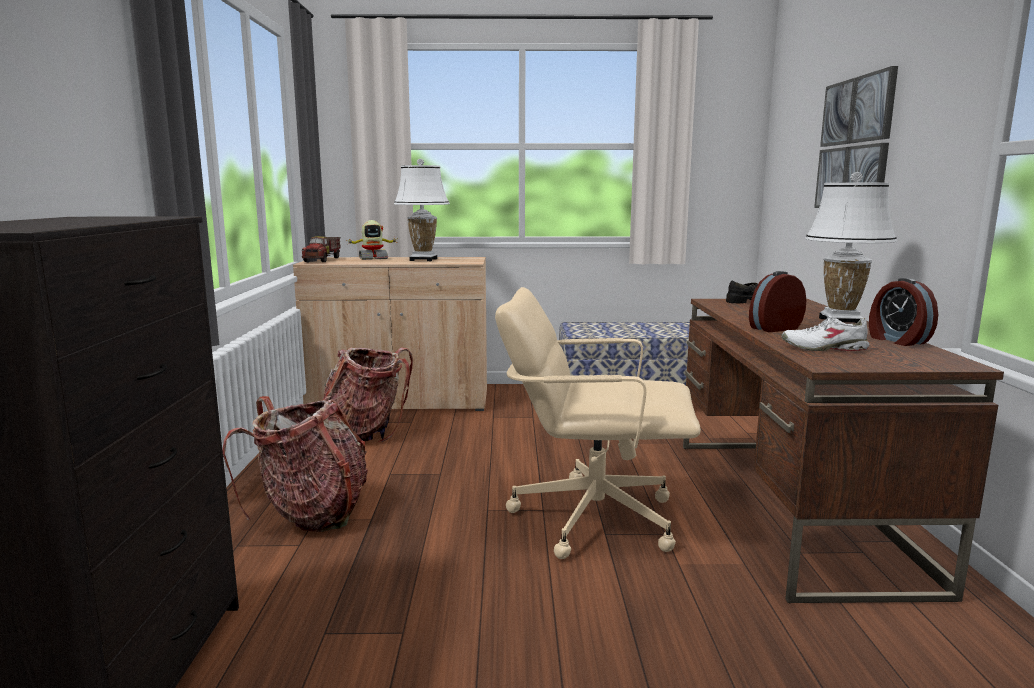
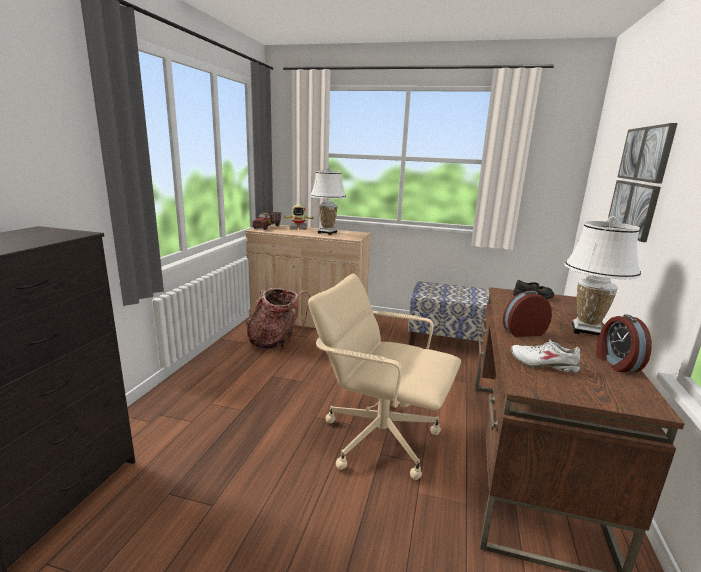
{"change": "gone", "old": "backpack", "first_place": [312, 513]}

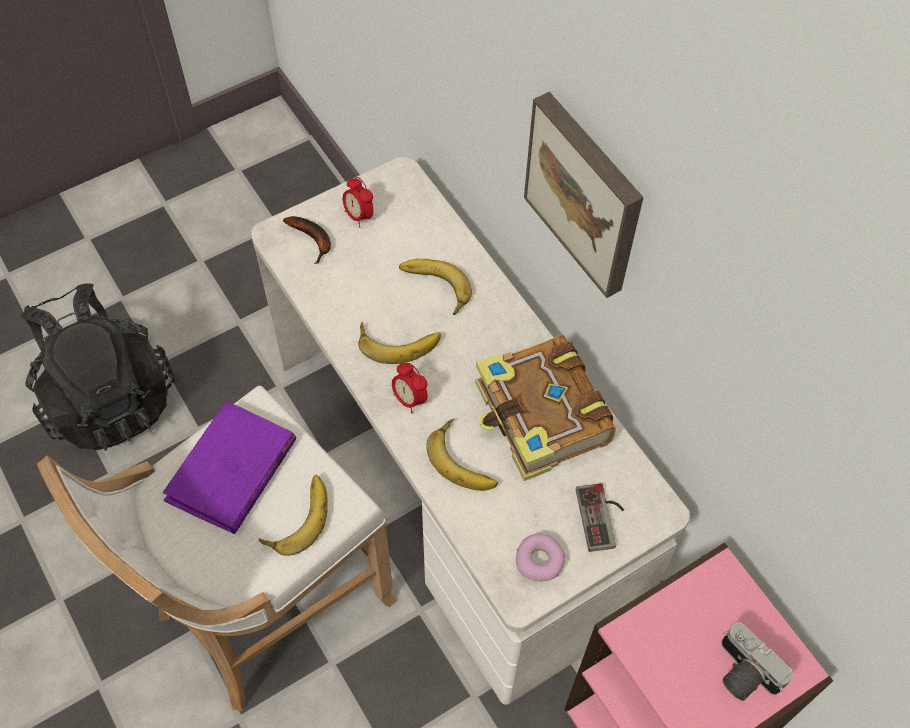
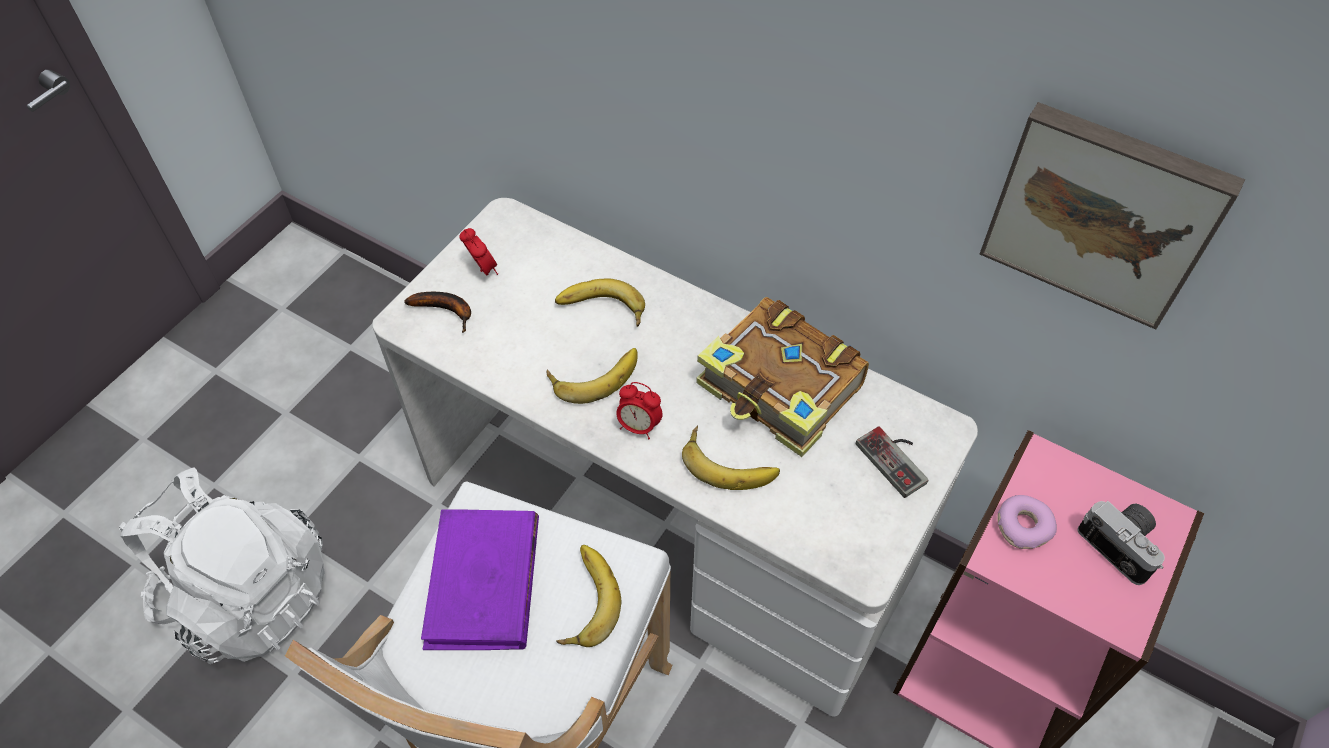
{"change": "repainted", "old": "black_backpack", "new": "white_backpack", "first_place": [108, 397], "second_place": [249, 594]}
{"change": "rotated", "old": "alarm_clock", "first_place": [359, 216], "second_place": [483, 270], "degrees": -150}
{"change": "shifted", "old": "donut", "first_place": [539, 560], "second_place": [1023, 526]}
{"change": "shifted", "old": "picture", "first_place": [586, 193], "second_place": [1103, 212]}
{"change": "rotated", "old": "photo_camera", "first_place": [742, 673], "second_place": [1122, 545], "degrees": -150}

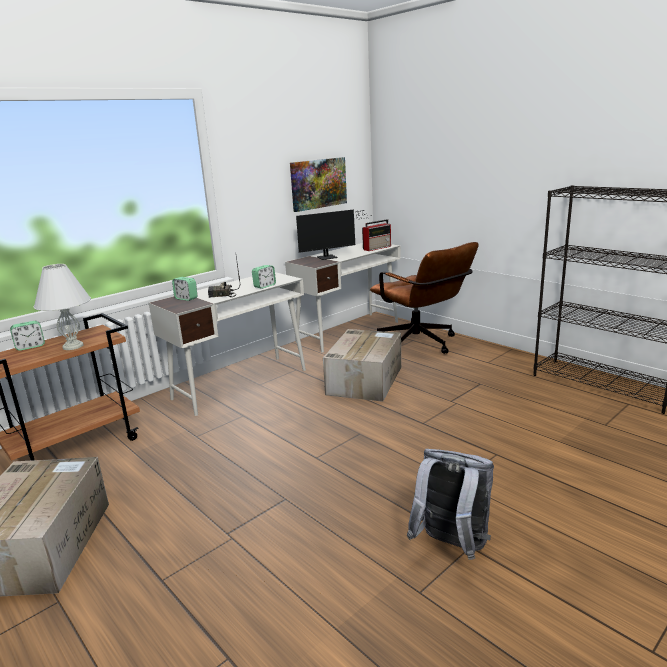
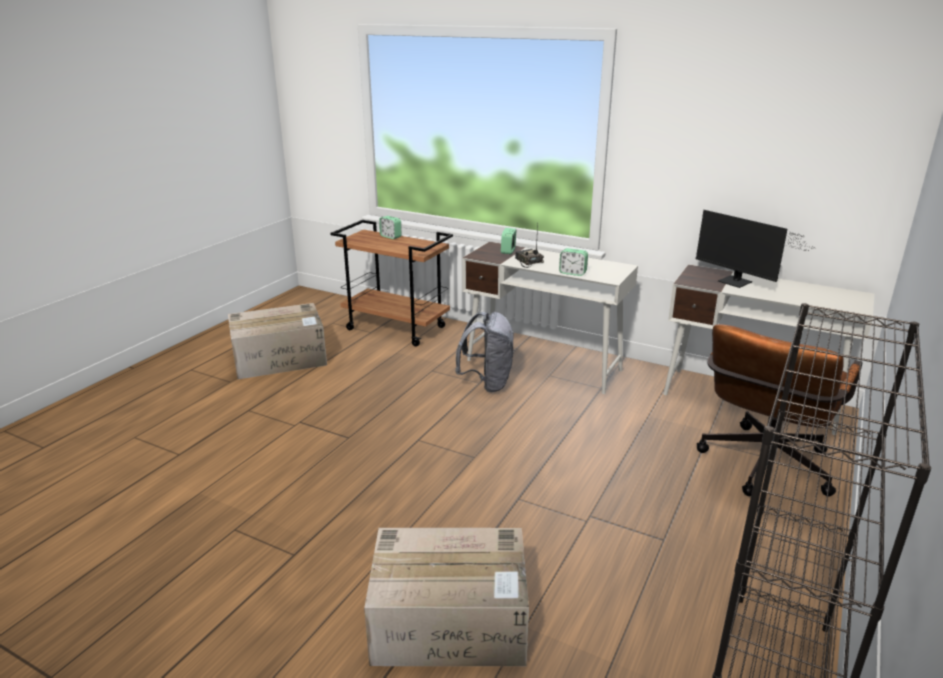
{"change": "gone", "old": "white_table_lamp", "first_place": [72, 346]}
{"change": "gone", "old": "picture", "first_place": [318, 183]}
{"change": "shifted", "old": "cardboard_box", "first_place": [365, 380], "second_place": [452, 620]}
{"change": "gone", "old": "radio", "first_place": [377, 248]}
{"change": "shifted", "old": "grey_backpack", "first_place": [451, 546], "second_place": [487, 383]}

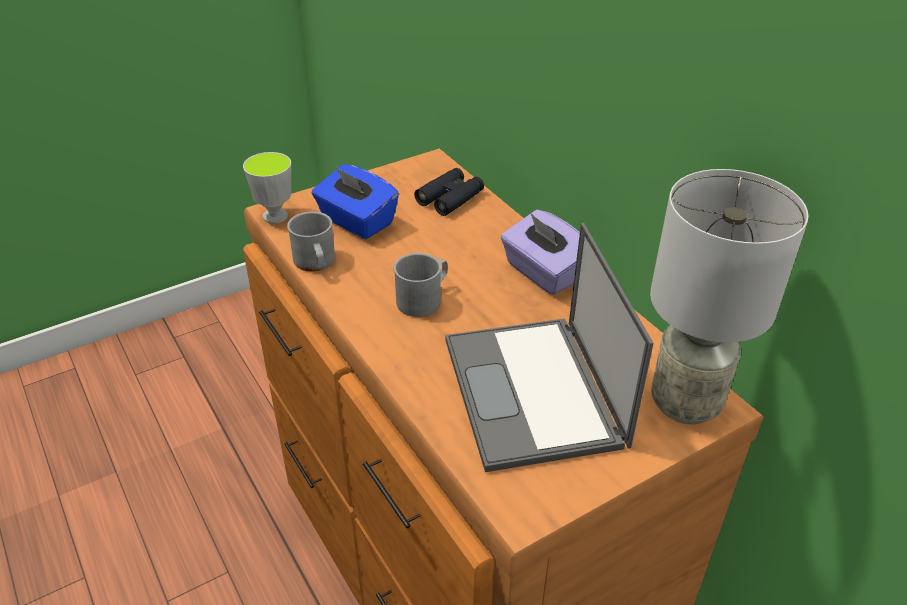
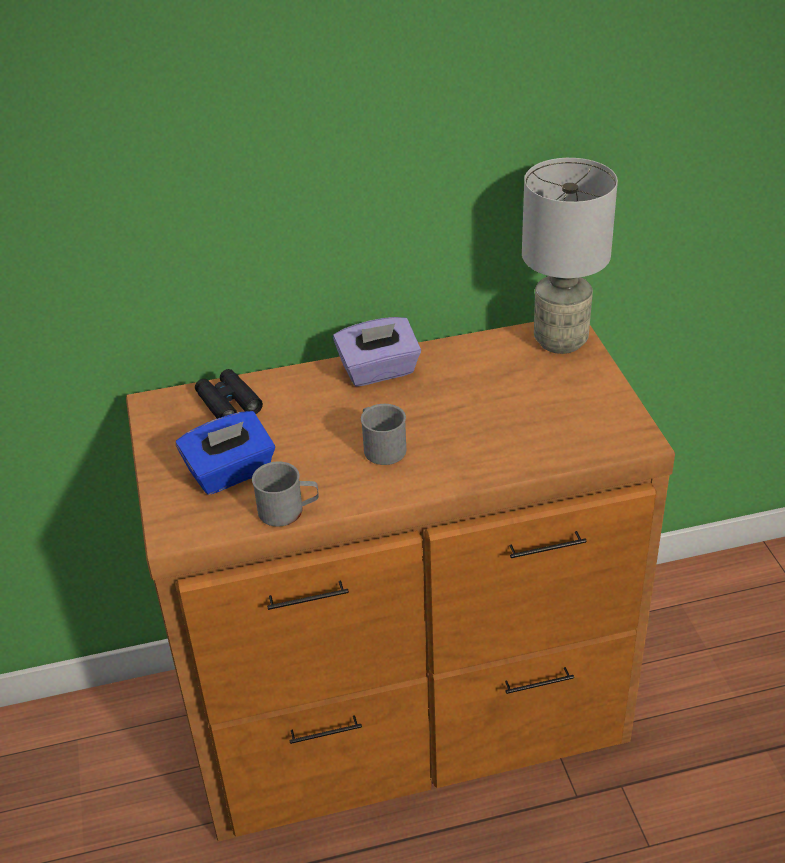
{"change": "gone", "old": "cup", "first_place": [275, 216]}
{"change": "gone", "old": "laptop", "first_place": [534, 393]}

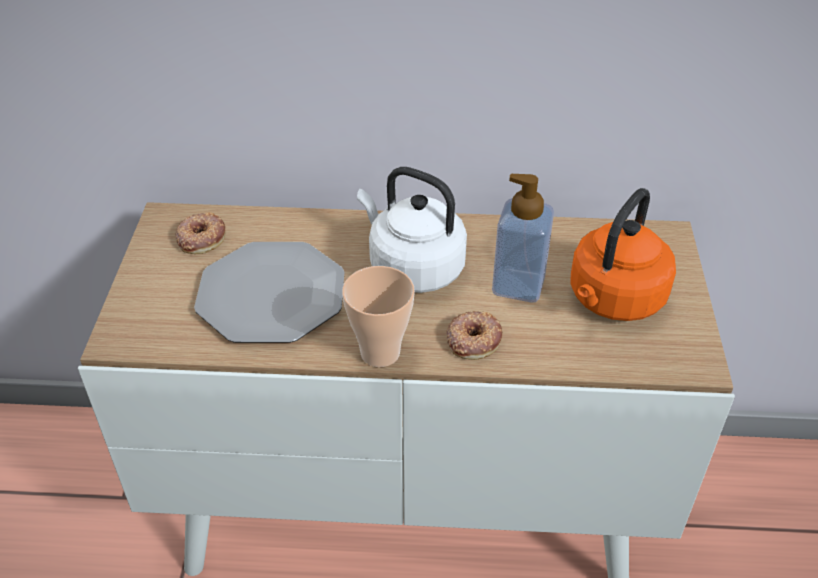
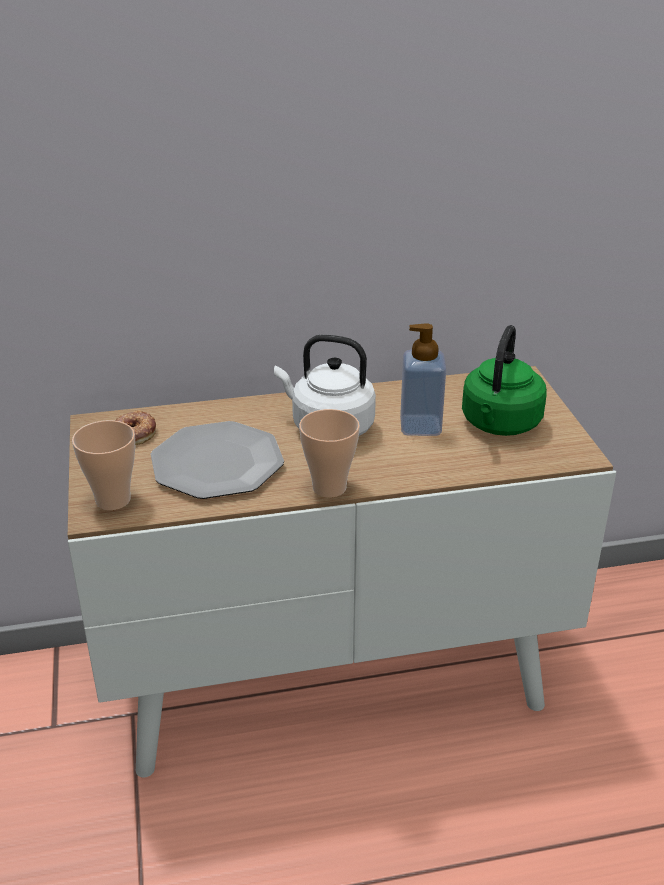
{"change": "gone", "old": "donut", "first_place": [473, 339]}
{"change": "repainted", "old": "orange_kettle", "new": "green_kettle", "first_place": [613, 300], "second_place": [499, 425]}
{"change": "new", "new": "cup", "second_place": [113, 500]}

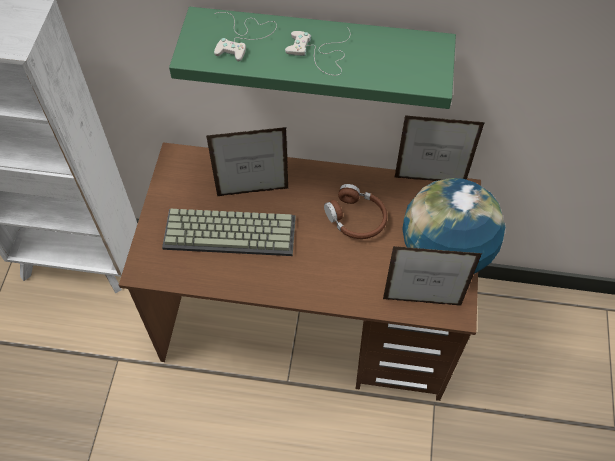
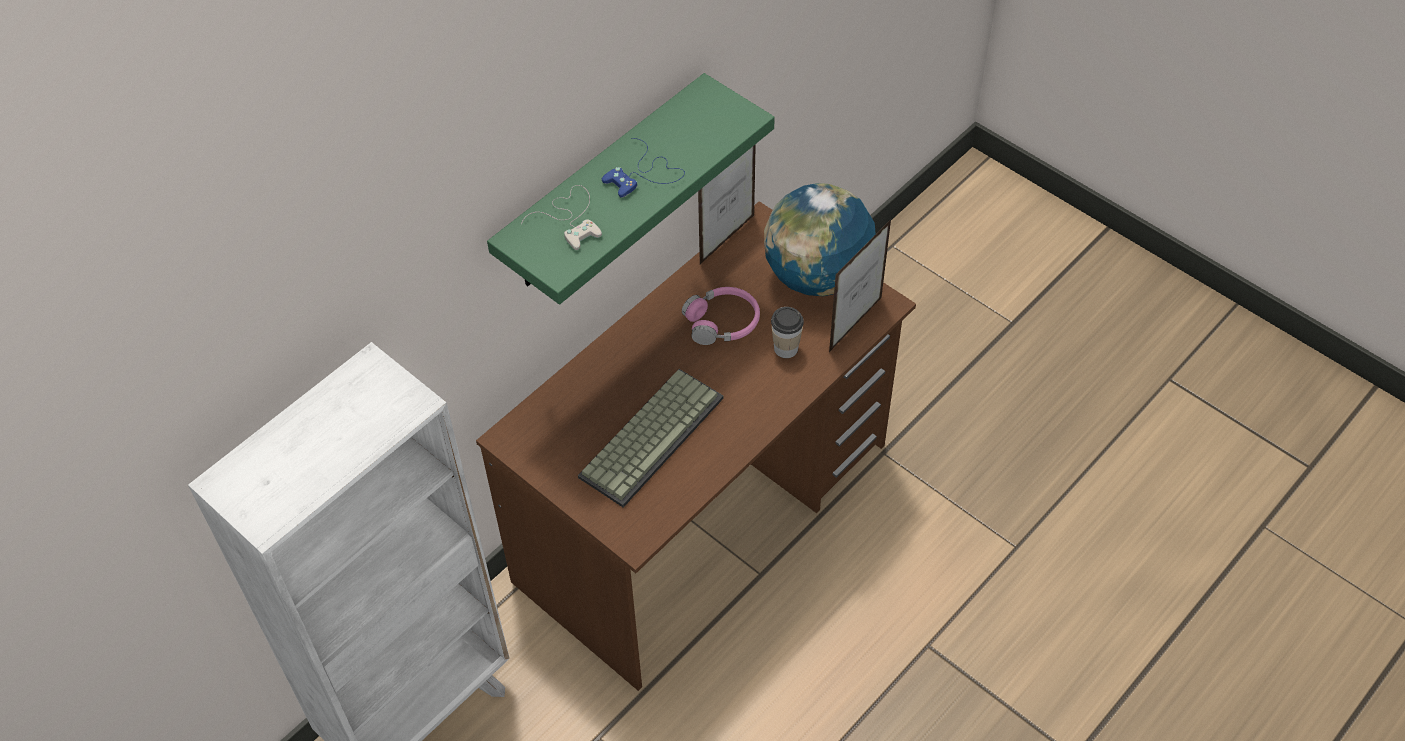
{"change": "gone", "old": "picture_frame", "first_place": [253, 192]}
{"change": "repainted", "old": "white_game_controller", "new": "blue_game_controller", "first_place": [320, 54], "second_place": [644, 174]}
{"change": "repainted", "old": "brown_headphones", "new": "pink_headphones", "first_place": [356, 218], "second_place": [722, 322]}
{"change": "new", "new": "cup", "second_place": [786, 348]}

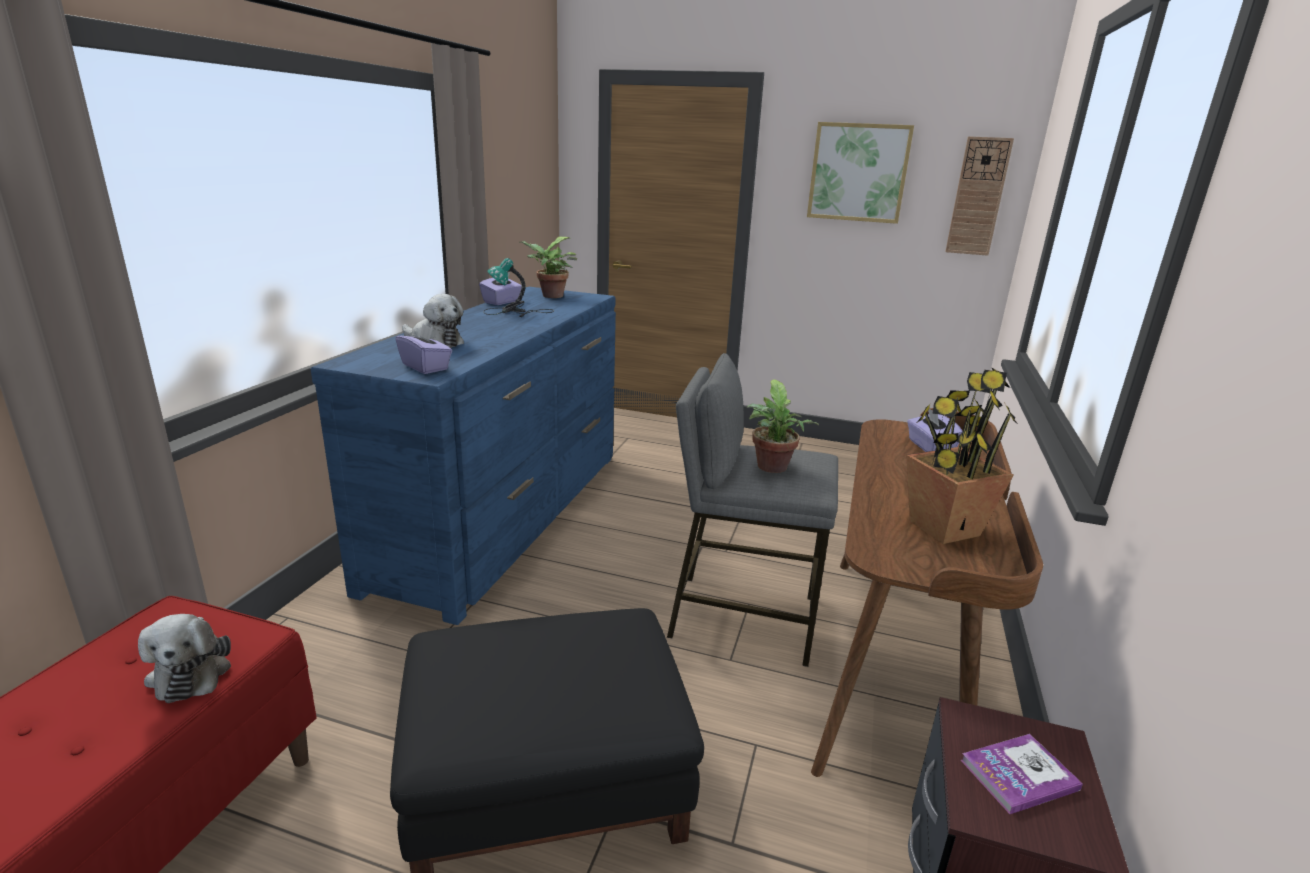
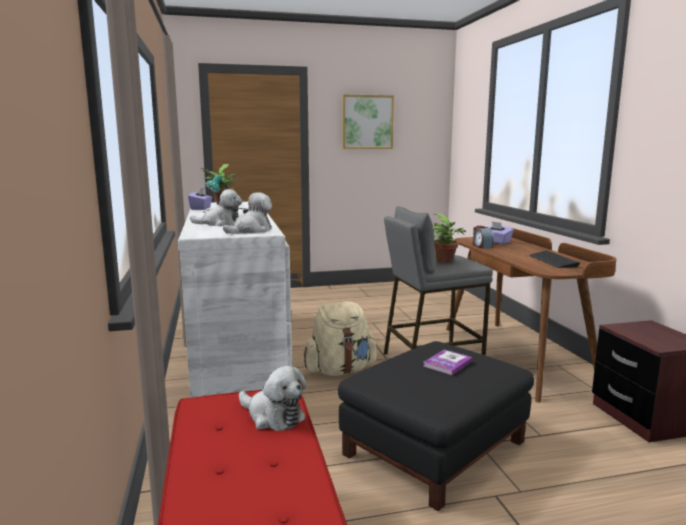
{"change": "repainted", "old": "blue_dresser", "new": "white_dresser", "first_place": [506, 515], "second_place": [237, 355]}
{"change": "swapped", "old": "purple_tissue_box", "new": "plush_toy", "first_place": [426, 367], "second_place": [251, 231]}
{"change": "swapped", "old": "potted_plant", "new": "keyboard", "first_place": [943, 528], "second_place": [552, 261]}
{"change": "gone", "old": "wall_clock", "first_place": [978, 197]}
{"change": "shifted", "old": "book", "first_place": [1019, 775], "second_place": [447, 363]}
{"change": "new", "new": "beige_backpack", "second_place": [340, 370]}
{"change": "new", "new": "alarm_clock", "second_place": [481, 246]}

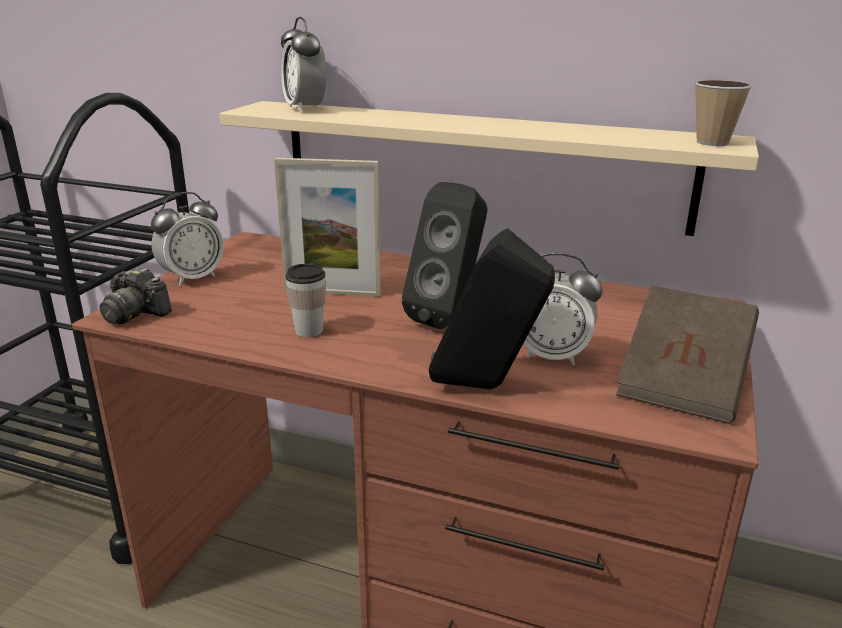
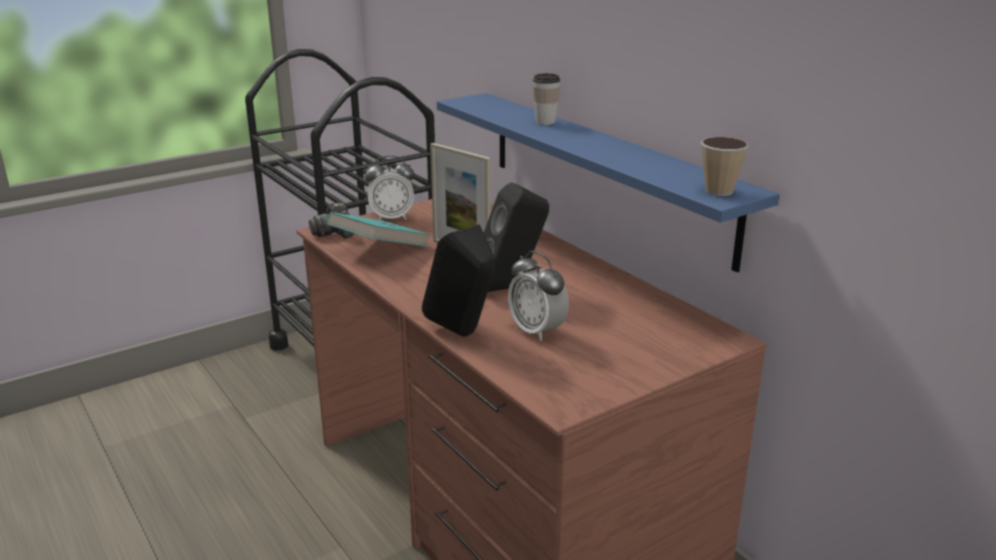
{"change": "repainted", "old": "beige_shelf", "new": "blue_shelf", "first_place": [479, 164], "second_place": [604, 173]}
{"change": "gone", "old": "alarm_clock", "first_place": [305, 109]}
{"change": "shifted", "old": "cup", "first_place": [309, 330], "second_place": [545, 122]}
{"change": "gone", "old": "brown_book", "first_place": [683, 382]}
{"change": "new", "new": "turquoise_book", "second_place": [380, 250]}

